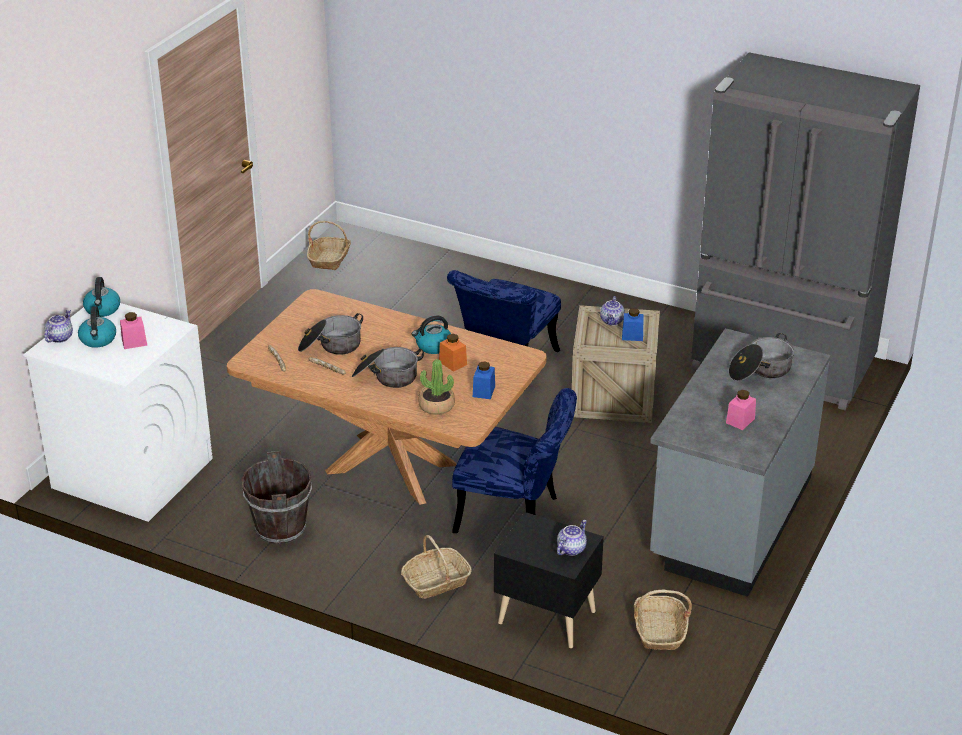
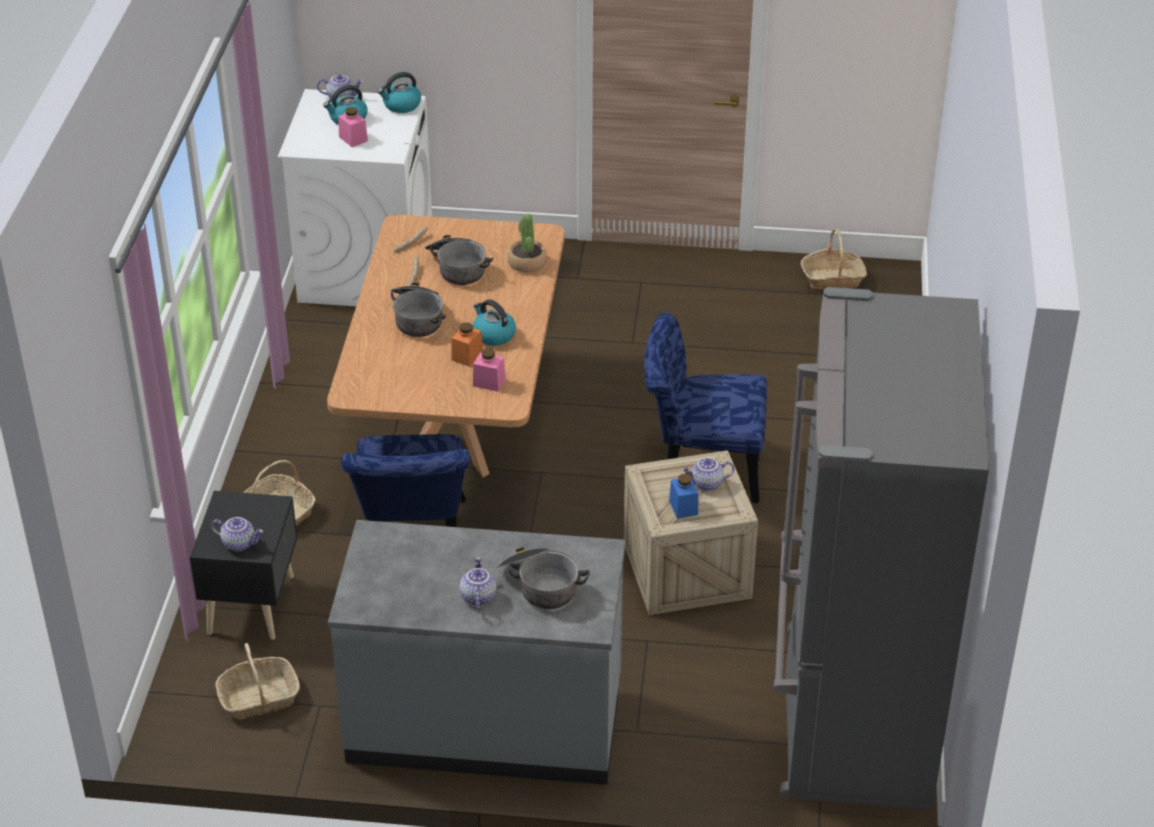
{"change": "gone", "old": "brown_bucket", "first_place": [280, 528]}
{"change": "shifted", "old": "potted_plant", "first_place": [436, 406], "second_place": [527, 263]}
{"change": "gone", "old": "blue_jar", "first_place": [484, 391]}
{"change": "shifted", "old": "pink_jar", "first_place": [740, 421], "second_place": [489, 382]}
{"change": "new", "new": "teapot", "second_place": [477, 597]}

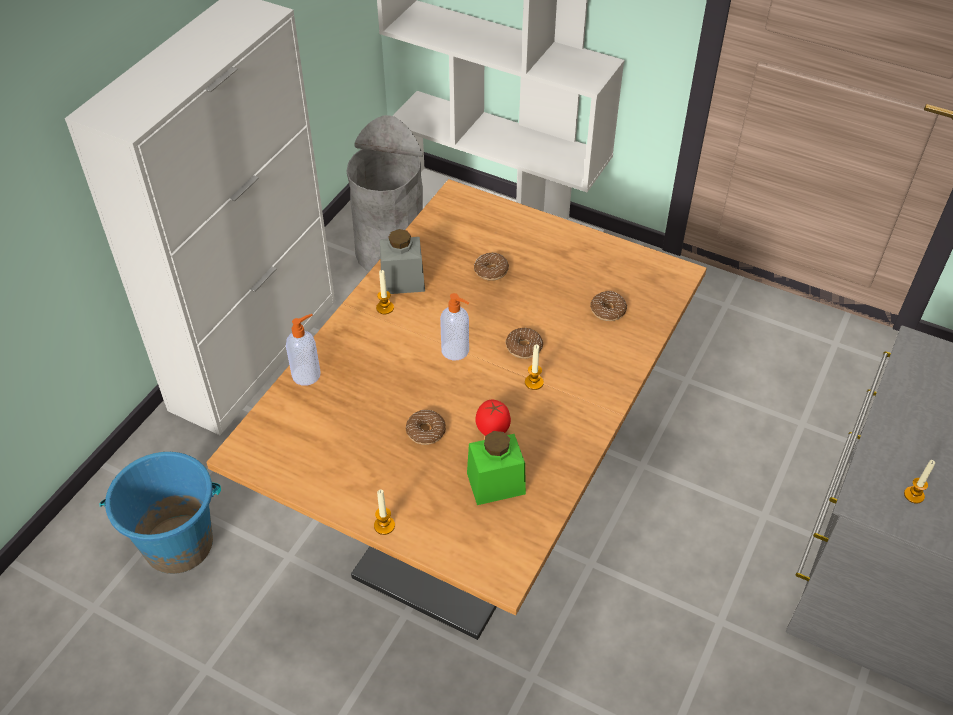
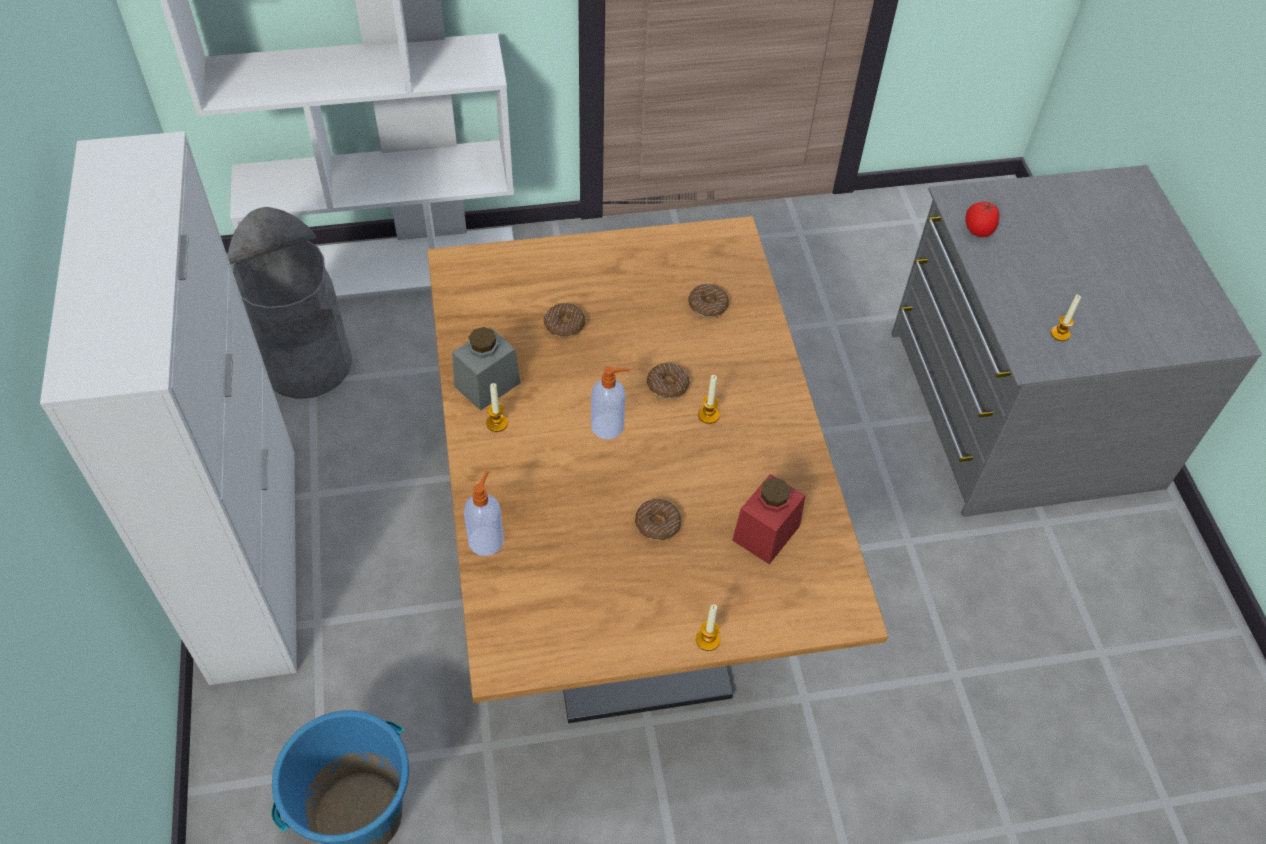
{"change": "repainted", "old": "green_jar", "new": "red_jar", "first_place": [496, 483], "second_place": [766, 533]}
{"change": "shifted", "old": "tomato", "first_place": [493, 429], "second_place": [978, 231]}

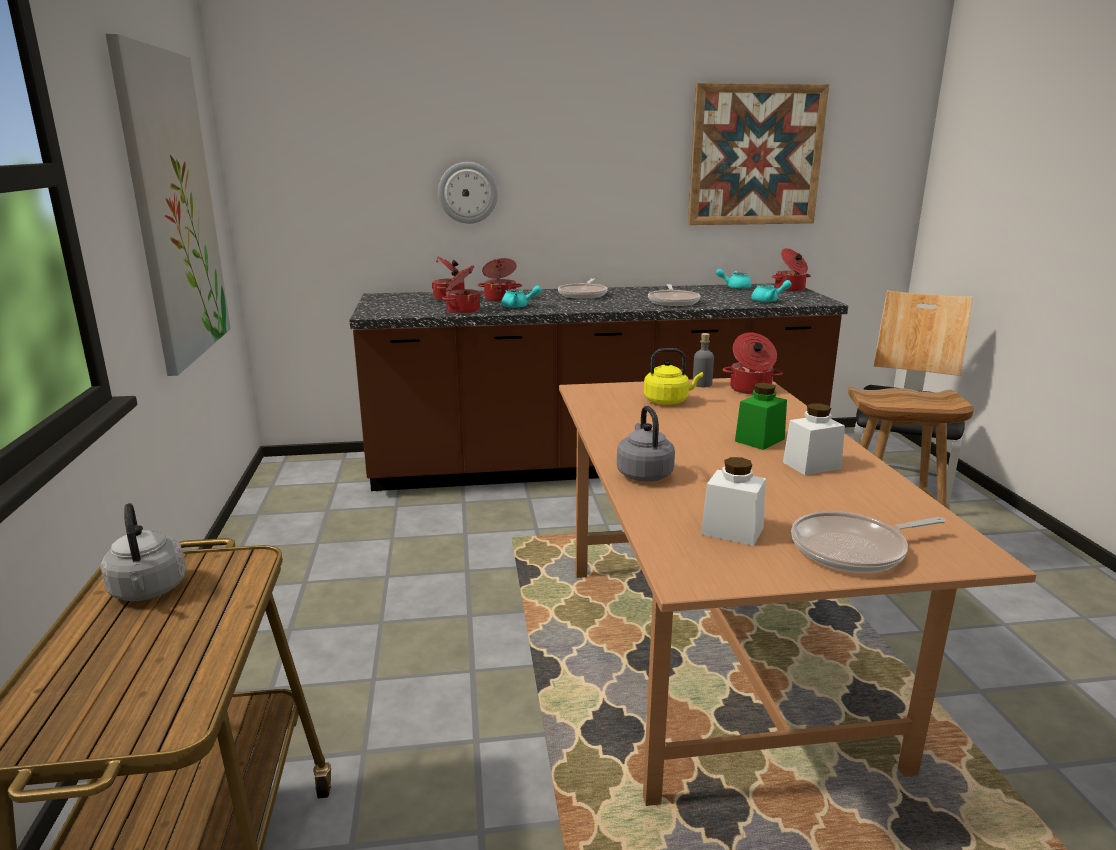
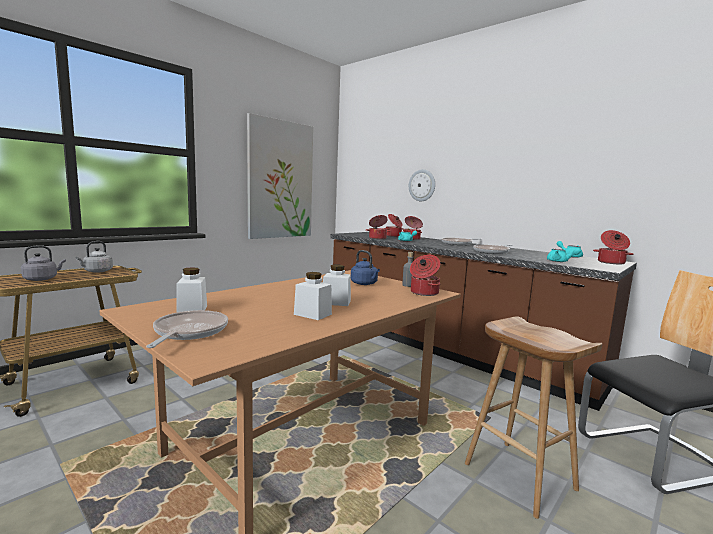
{"change": "shifted", "old": "grey_kettle", "first_place": [643, 473], "second_place": [42, 279]}
{"change": "repainted", "old": "yellow_kettle", "new": "blue_kettle", "first_place": [668, 401], "second_place": [365, 284]}
{"change": "gone", "old": "picture", "first_place": [756, 155]}
{"change": "repainted", "old": "green_jar", "new": "white_jar", "first_place": [759, 440], "second_place": [336, 302]}
{"change": "rotated", "old": "frying_pan", "first_place": [854, 549], "second_place": [189, 332], "degrees": 60}

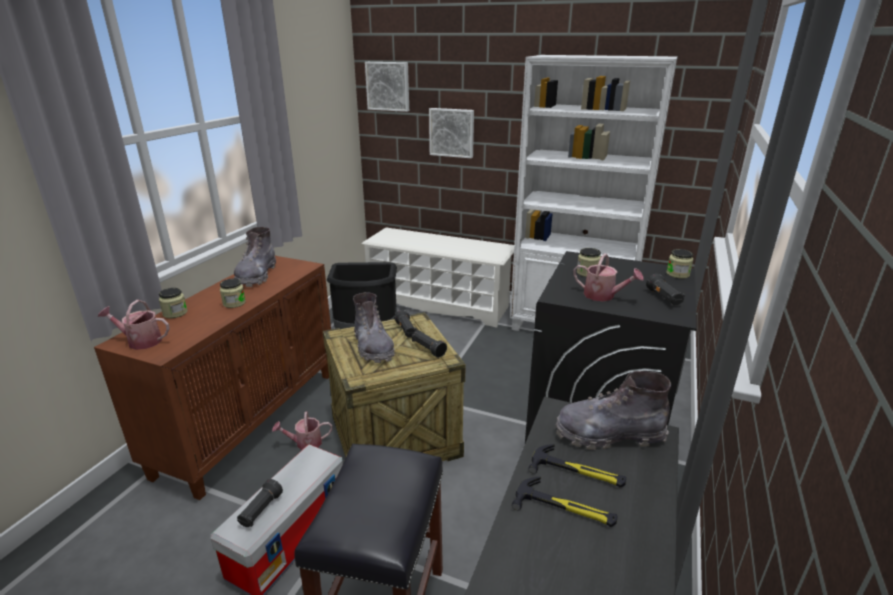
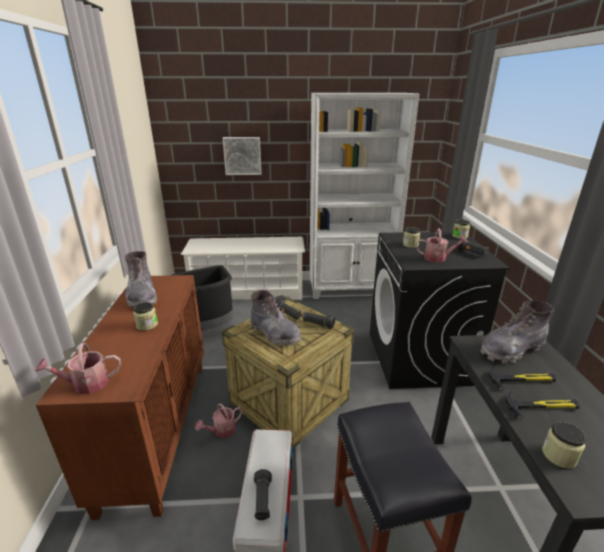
{"change": "shifted", "old": "jar", "first_place": [175, 313], "second_place": [559, 455]}
{"change": "gone", "old": "picture", "first_place": [388, 86]}

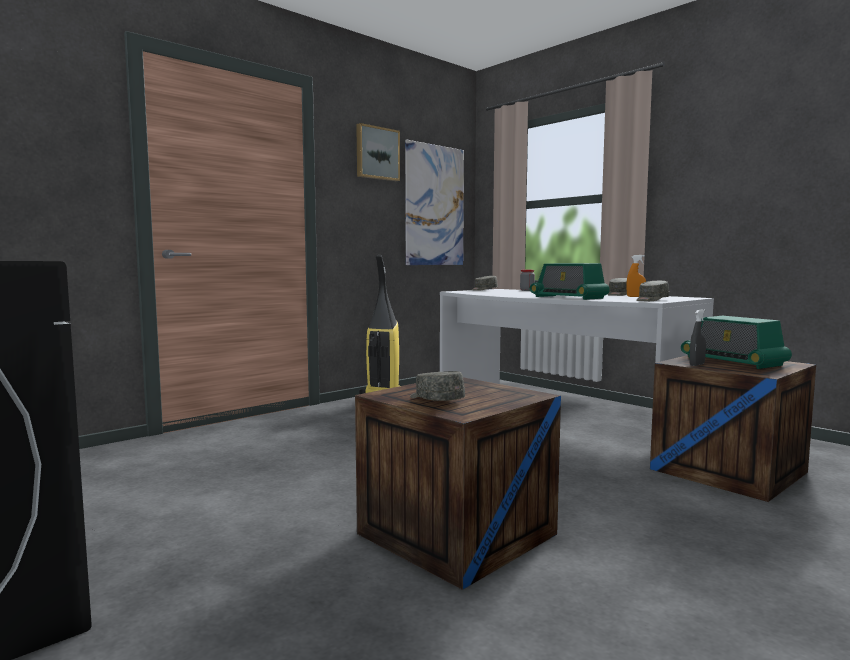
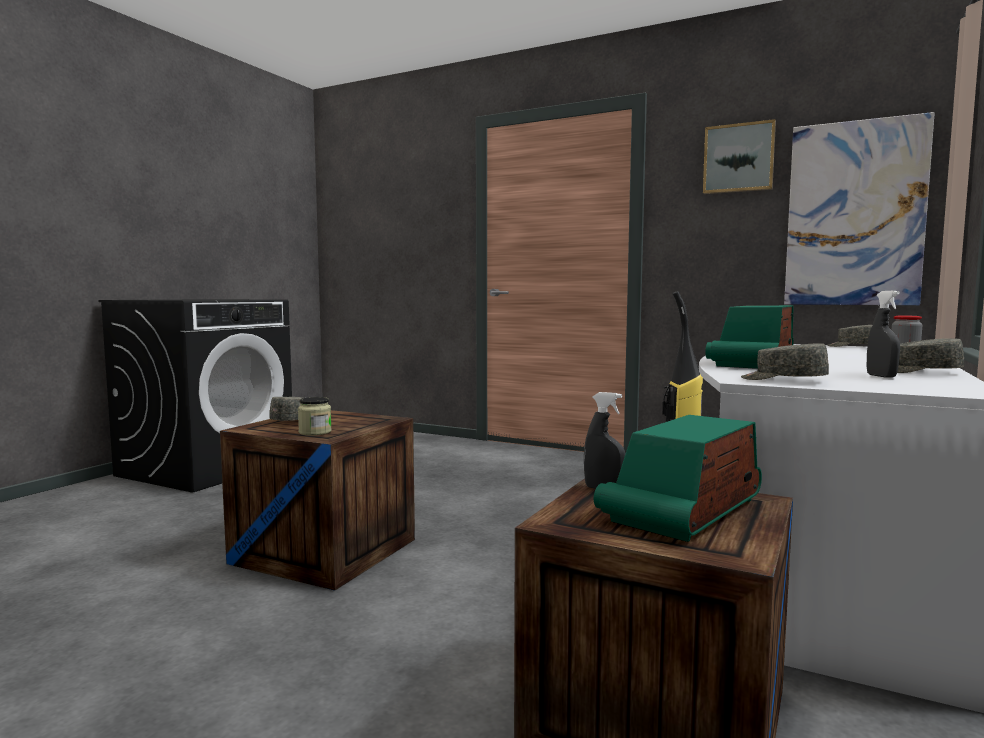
{"change": "repainted", "old": "orange_spray_bottle", "new": "grey_spray_bottle", "first_place": [635, 296], "second_place": [881, 376]}
{"change": "new", "new": "jar", "second_place": [315, 432]}

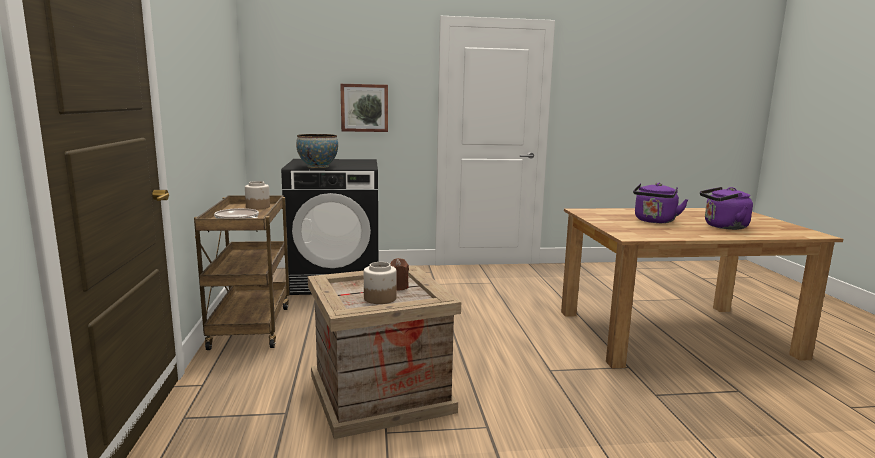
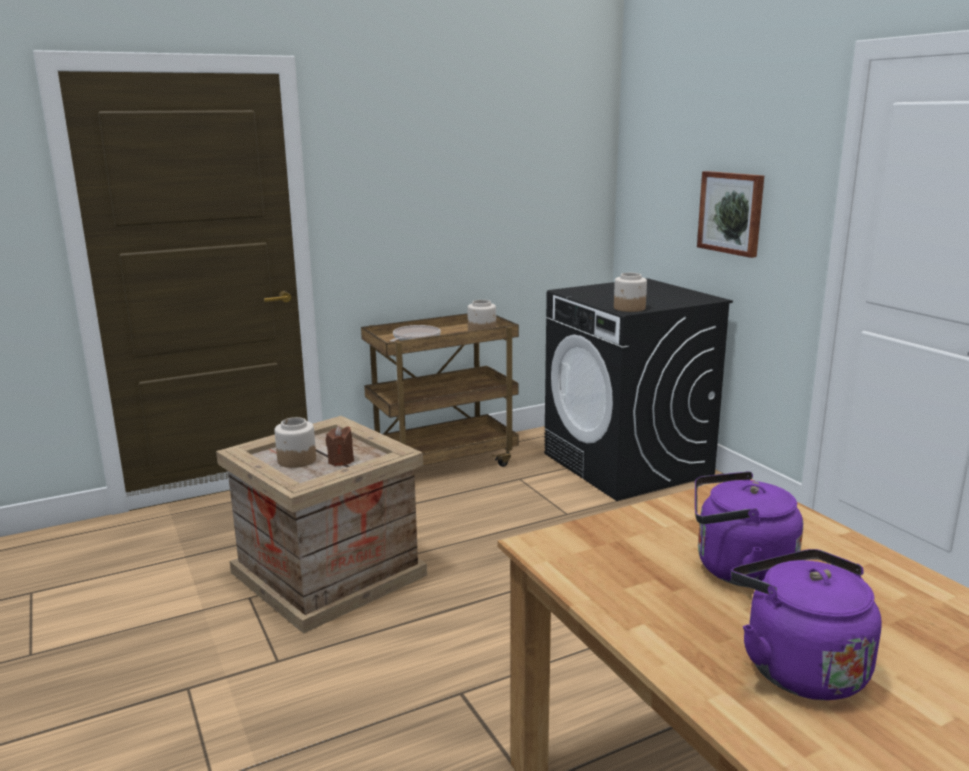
{"change": "gone", "old": "bowl", "first_place": [318, 166]}
{"change": "new", "new": "jar", "second_place": [629, 308]}

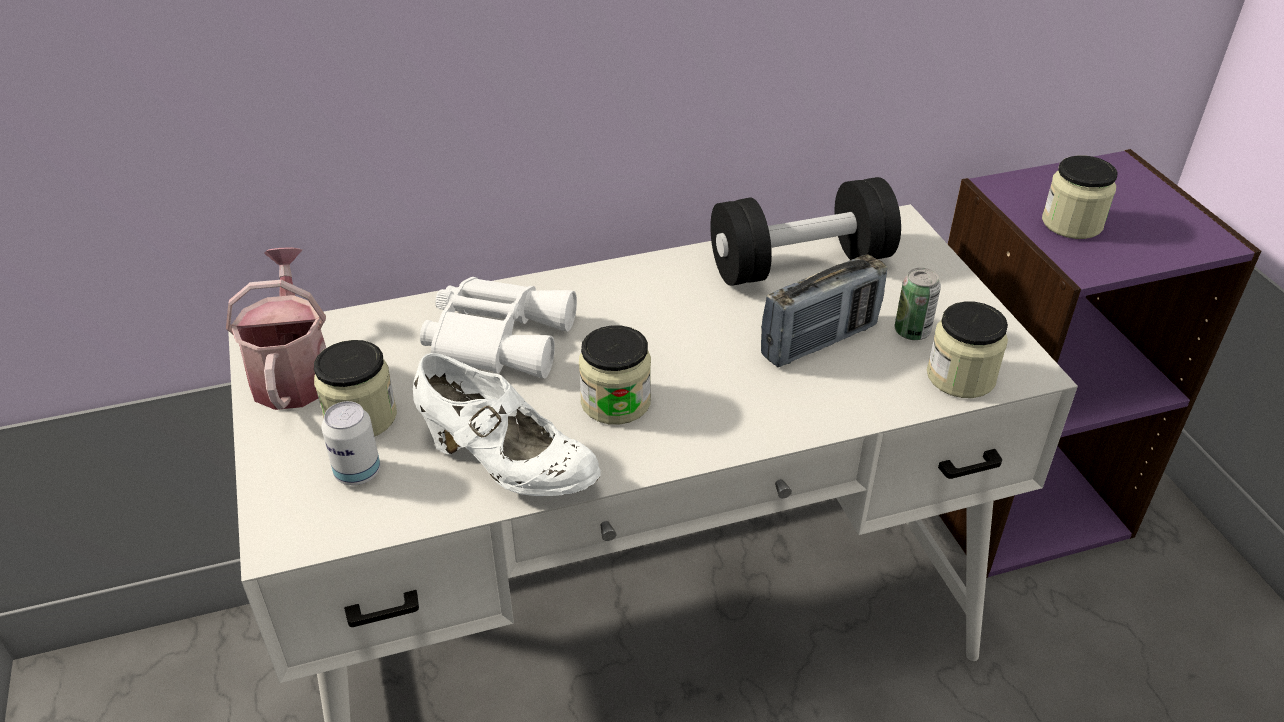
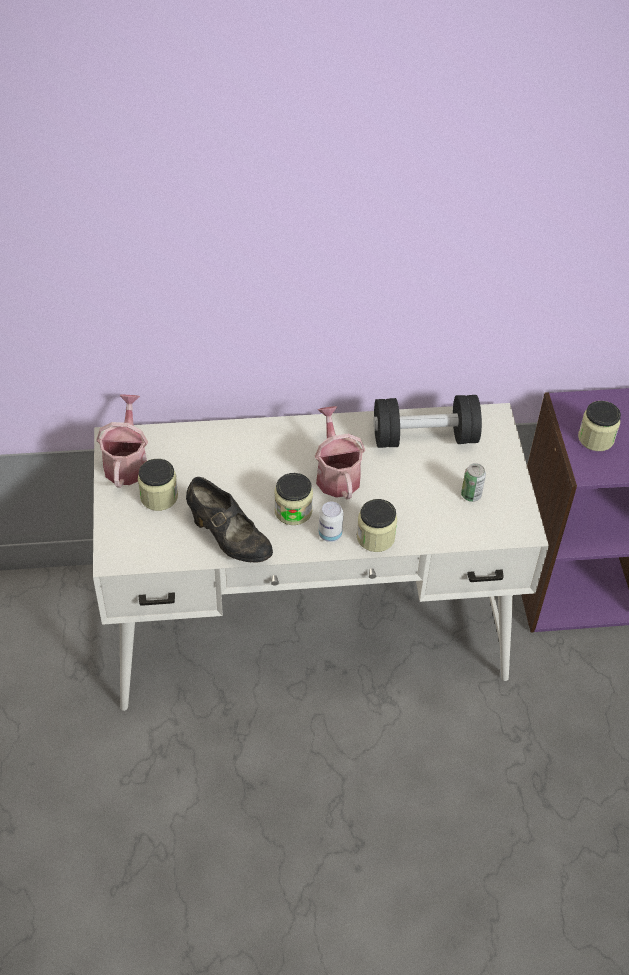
{"change": "shifted", "old": "can", "first_place": [358, 473], "second_place": [330, 534]}
{"change": "repainted", "old": "white_shoe", "new": "black_shoe", "first_place": [507, 465], "second_place": [228, 538]}
{"change": "gone", "old": "white_binoculars", "first_place": [498, 337]}
{"change": "gone", "old": "radio", "first_place": [819, 341]}
{"change": "shifted", "old": "jar", "first_place": [960, 376], "second_place": [375, 537]}
{"change": "new", "new": "watering_can", "second_place": [336, 474]}

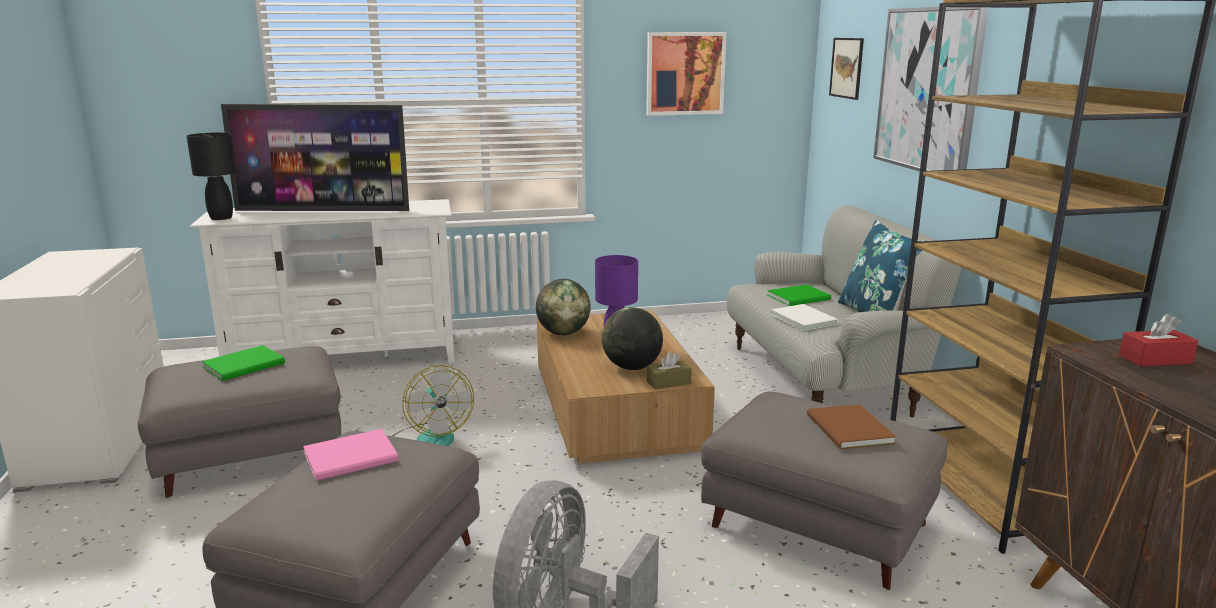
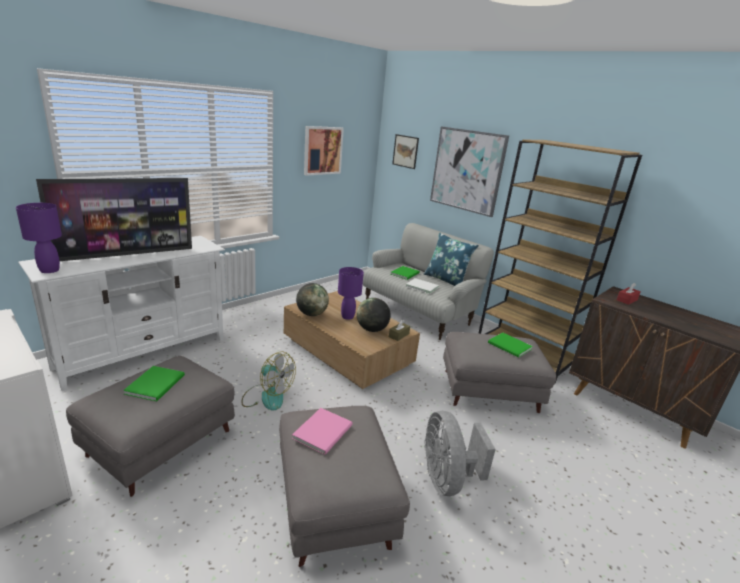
{"change": "repainted", "old": "black_table_lamp", "new": "purple_table_lamp", "first_place": [221, 218], "second_place": [49, 270]}
{"change": "repainted", "old": "brown_book", "new": "green_book", "first_place": [848, 430], "second_place": [510, 346]}

